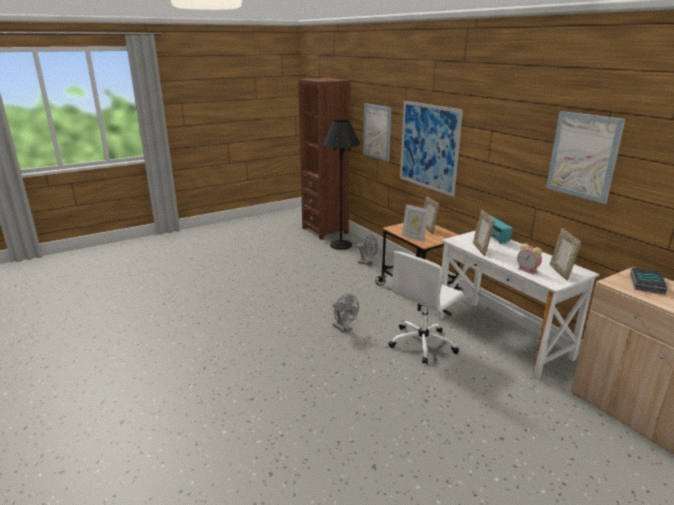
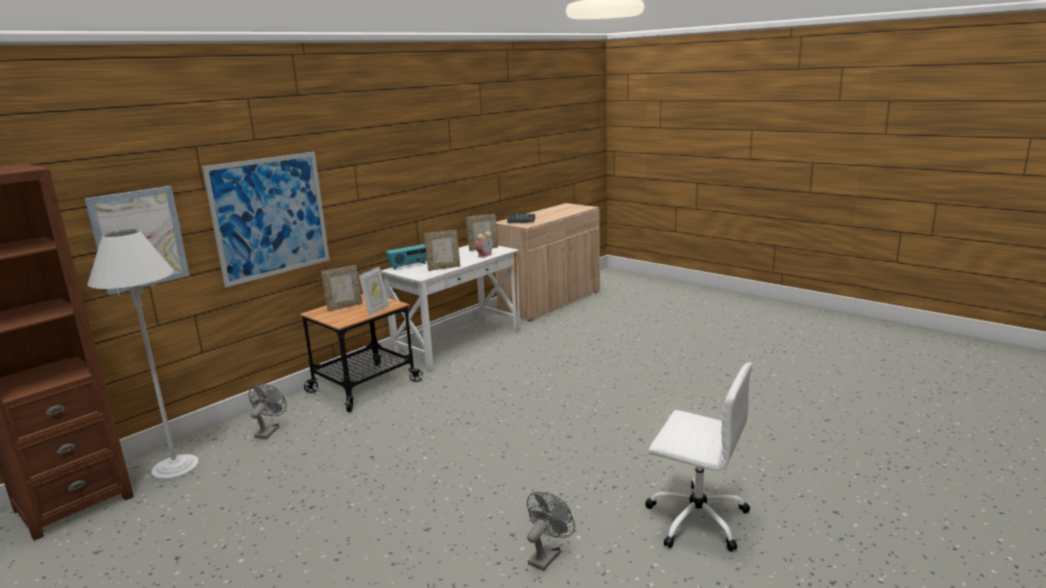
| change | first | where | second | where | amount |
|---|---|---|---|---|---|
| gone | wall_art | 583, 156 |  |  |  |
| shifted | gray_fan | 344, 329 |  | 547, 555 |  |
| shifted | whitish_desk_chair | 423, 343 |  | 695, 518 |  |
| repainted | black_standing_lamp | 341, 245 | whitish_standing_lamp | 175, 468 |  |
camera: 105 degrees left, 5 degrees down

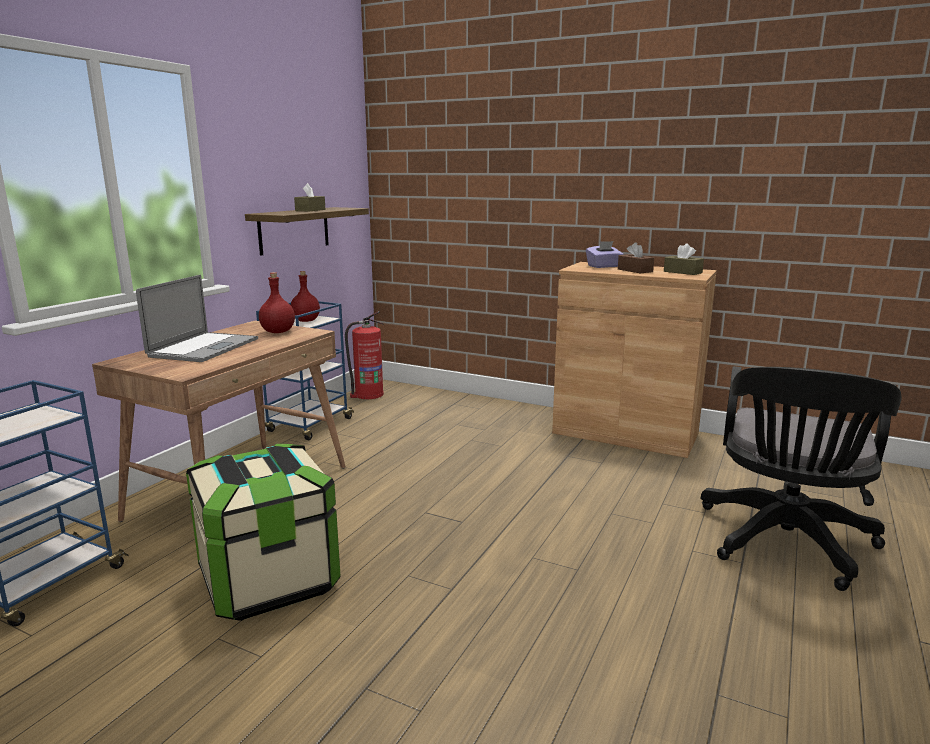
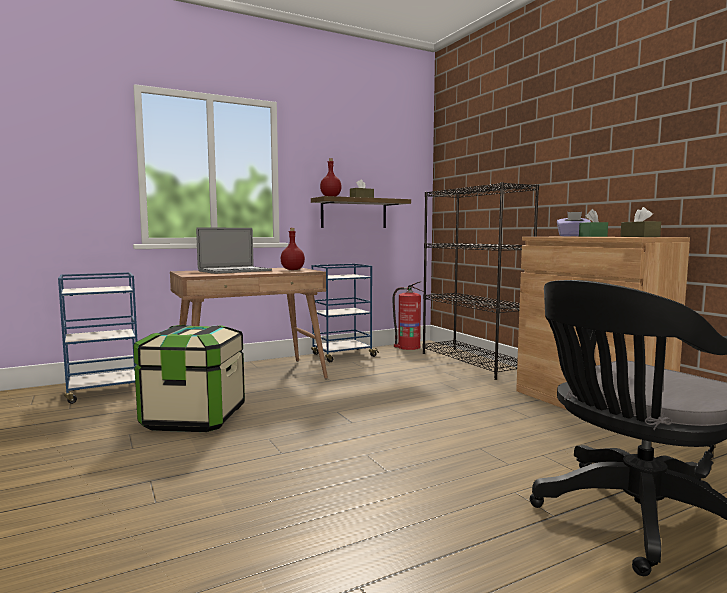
| change | first | where | second | where | amount |
|---|---|---|---|---|---|
| new |  |  | black_bookcase | 473, 363 |  |
| shifted | reddish_beverage_bottle | 306, 320 |  | 331, 196 |  |
| repainted | brown-coloured_tissue_holder | 635, 270 | green_tissue_holder | 592, 236 |  |
camera: 35 degrees right, 10 degrees down

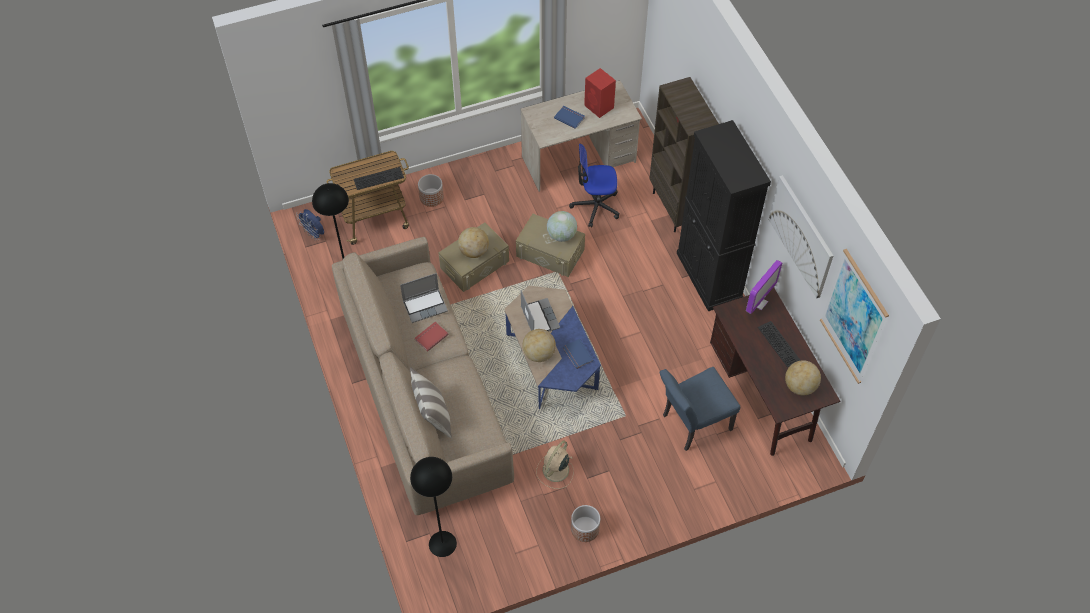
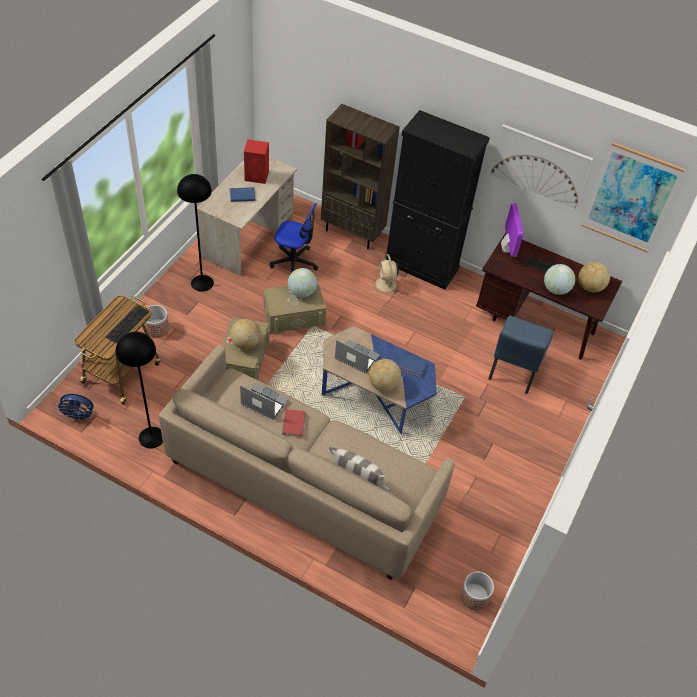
| change | first | where | second | where | amount |
|---|---|---|---|---|---|
| new |  |  | world_globe | 556, 289 |  |
| shifted | black_standing_lamp | 442, 543 |  | 202, 283 |  |
| shifted | sand-coloured_fan | 555, 471 |  | 386, 285 |  |
| shifted | planter | 585, 529 |  | 474, 596 |  |
| rotated | portable_computer | 425, 306 |  | 263, 402 | 90 degrees counterclockwise |
| rotated | desk_chair | 595, 206 |  | 294, 263 | 120 degrees counterclockwise |
camera: 45 degrees left, 5 degrees down

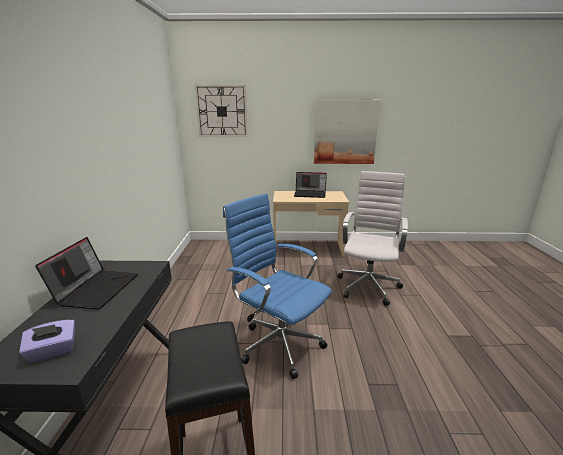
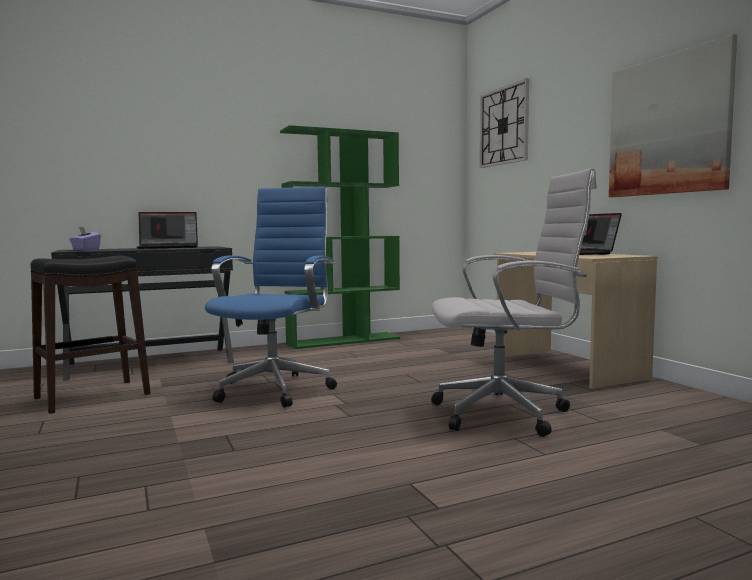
| change | first | where | second | where | amount |
|---|---|---|---|---|---|
| new |  |  | green_bookcase | 344, 340 |  |
camera: 65 degrees right, 15 degrees down

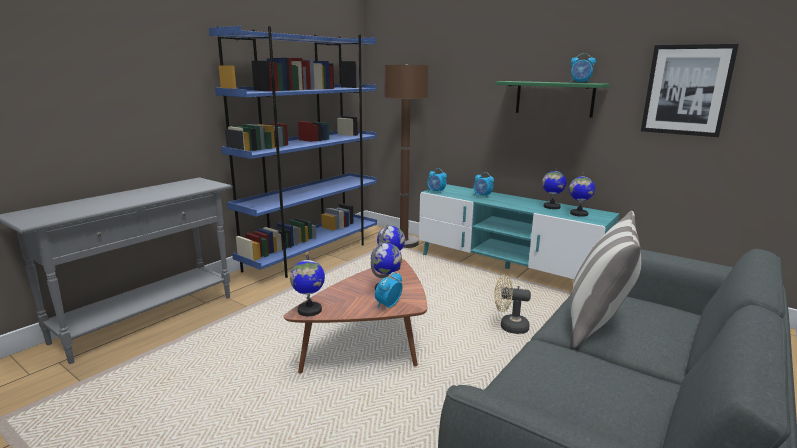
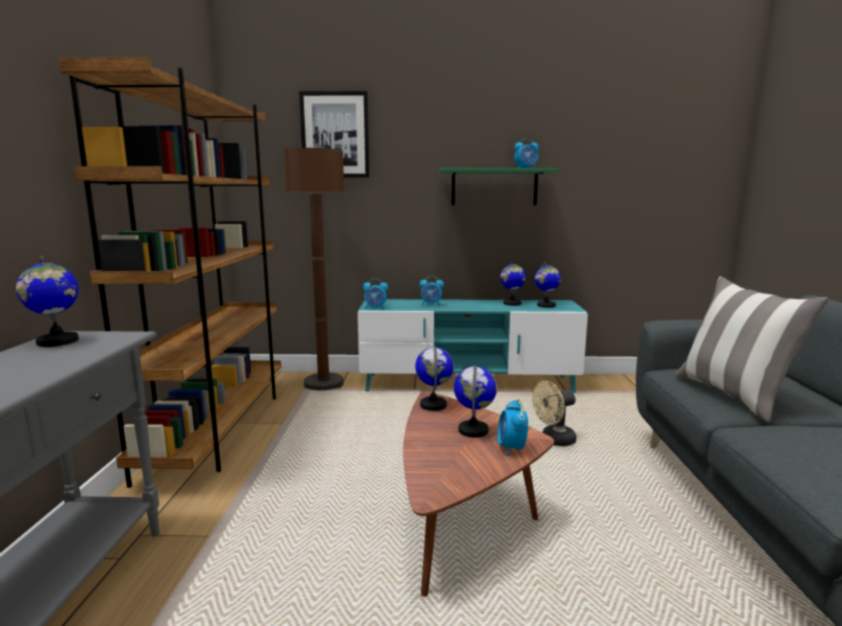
| change | first | where | second | where | amount |
|---|---|---|---|---|---|
| shifted | world_globe | 309, 310 |  | 57, 341 |  |
| shifted | wall_art | 686, 90 |  | 335, 135 |  |
| repainted | bluish_bookcase | 313, 254 | brown-coloured_bookcase | 219, 428 |  |
camera: 35 degrees left, 5 degrees down

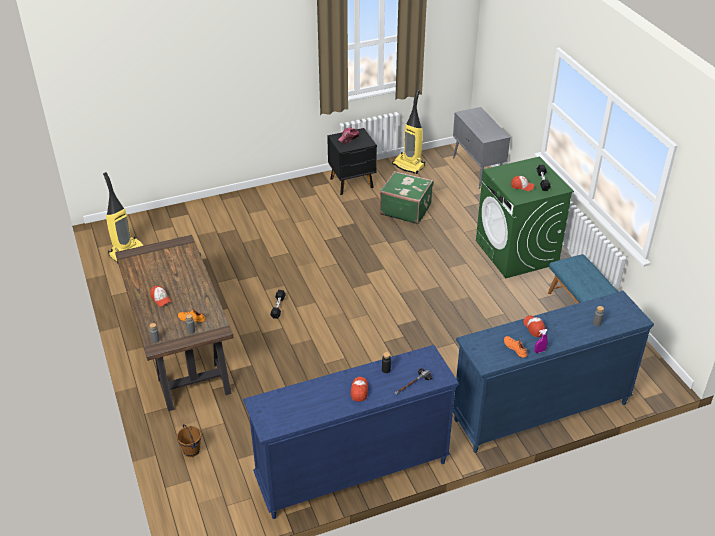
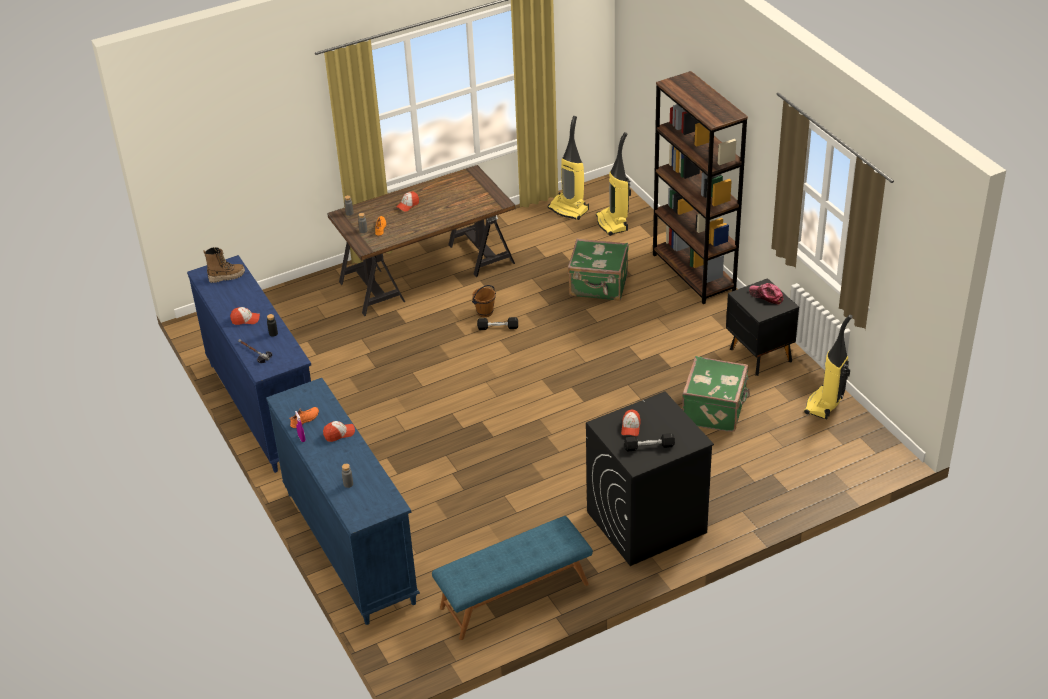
| change | first | where | second | where | amount |
|---|---|---|---|---|---|
| gone | gray_cupboard | 477, 171 |  |  |  |
| new |  |  | high-top_boot | 227, 276 |  |
| new |  |  | green_travel_case | 598, 286 |  |
| new |  |  | hoover | 613, 223 |  |
| new |  |  | brown-coloured_bookcase | 693, 273 |  |
| shifted | brown-coloured_bucket | 191, 451 |  | 484, 312 |  |
| repainted | green_washing_machine | 517, 252 | black_washing_machine | 646, 522 |  |
camera: 85 degrees right, 0 degrees up

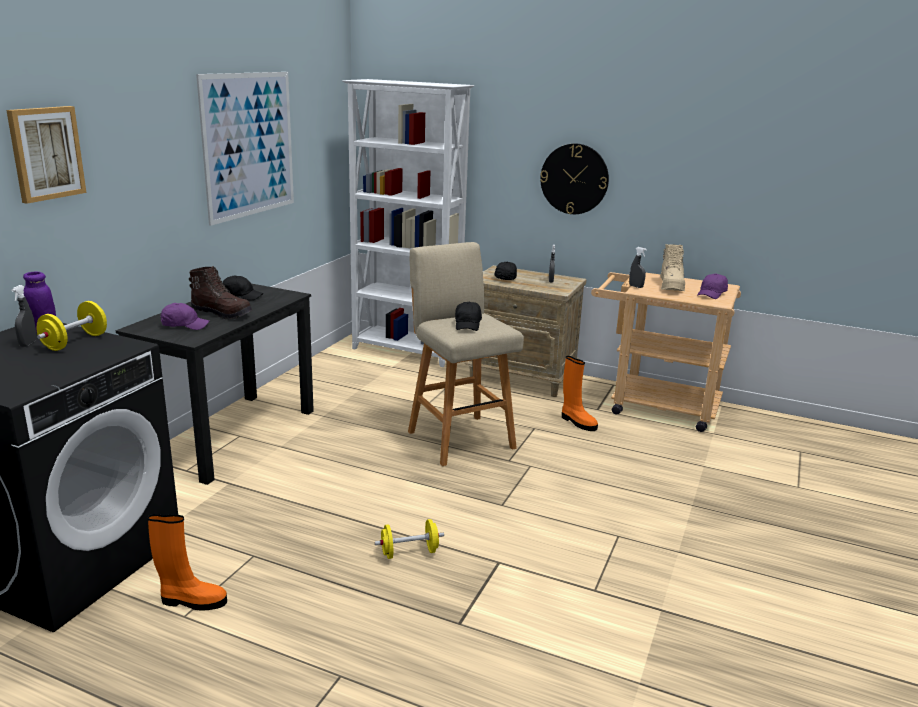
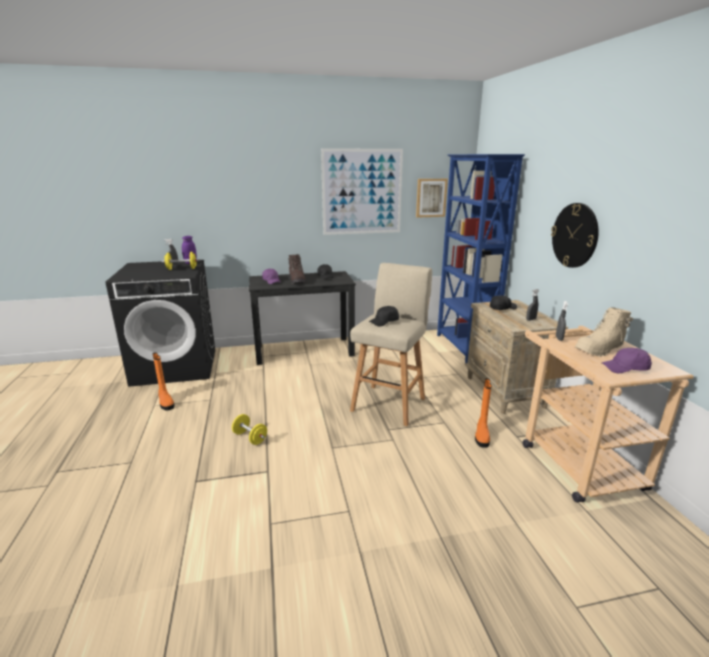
| change | first | where | second | where | amount |
|---|---|---|---|---|---|
| shifted | wall_art | 46, 153 |  | 431, 198 |  |
| repainted | whitish_bookcase | 406, 351 | bluish_bookcase | 463, 348 |  |
camera: 55 degrees right, 0 degrees up

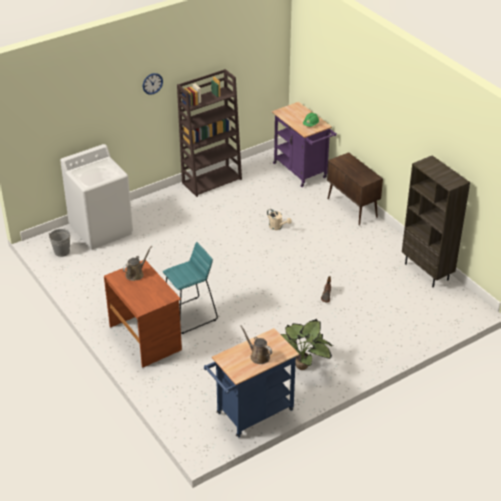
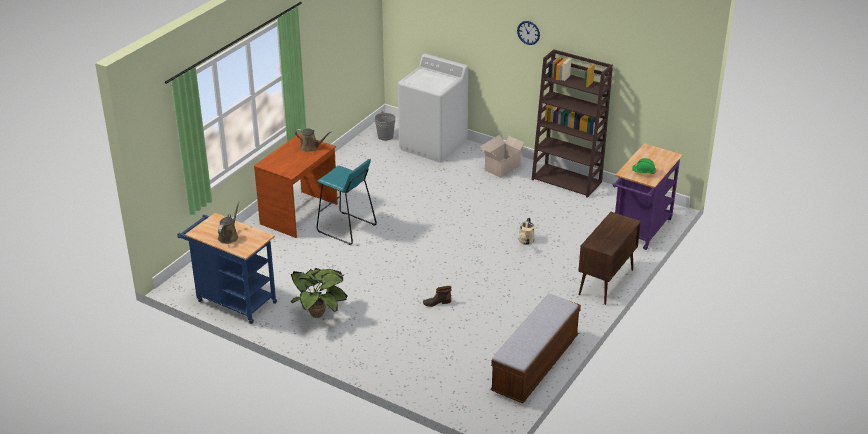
| change | first | where | second | where | amount |
|---|---|---|---|---|---|
| new |  |  | cardboard_box | 503, 167 |  |
| swapped | brown-coloured_bookcase | 427, 272 | long_seat | 535, 365 |  |
camera: 65 degrees right, 5 degrees down

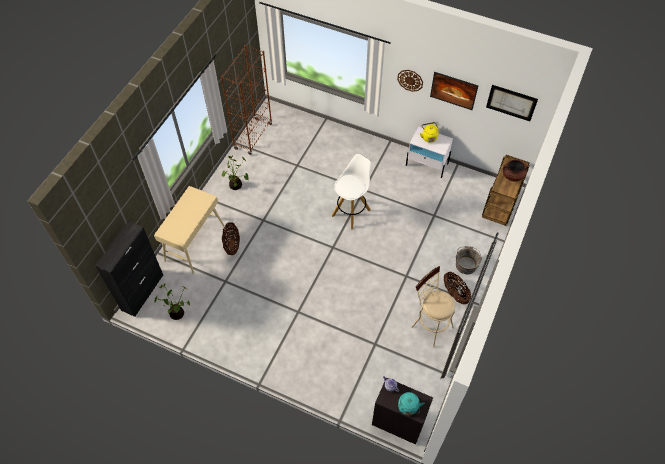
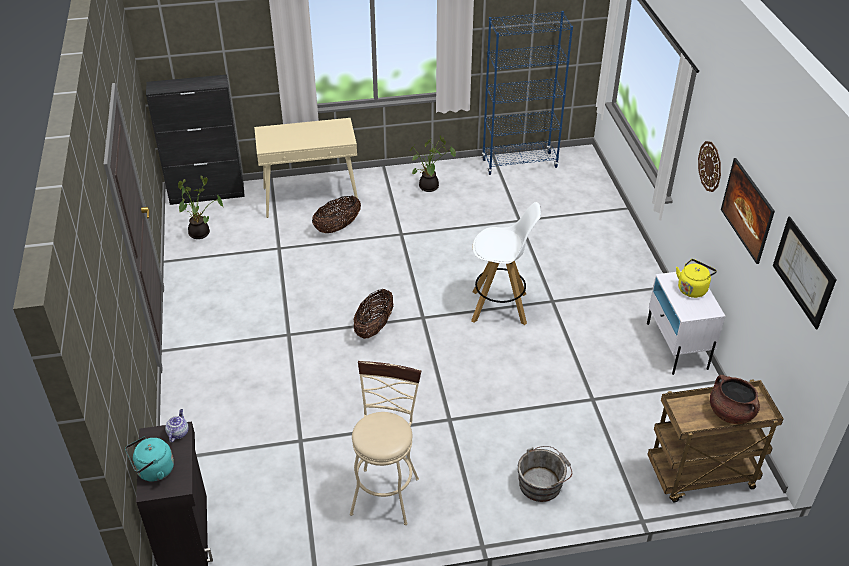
| change | first | where | second | where | amount |
|---|---|---|---|---|---|
| shifted | basket | 455, 293 |  | 374, 327 |  |
| repainted | brown-coloured_bookcase | 253, 136 | bluish_bookcase | 519, 163 |  |
camera: 55 degrees right, 15 degrees down

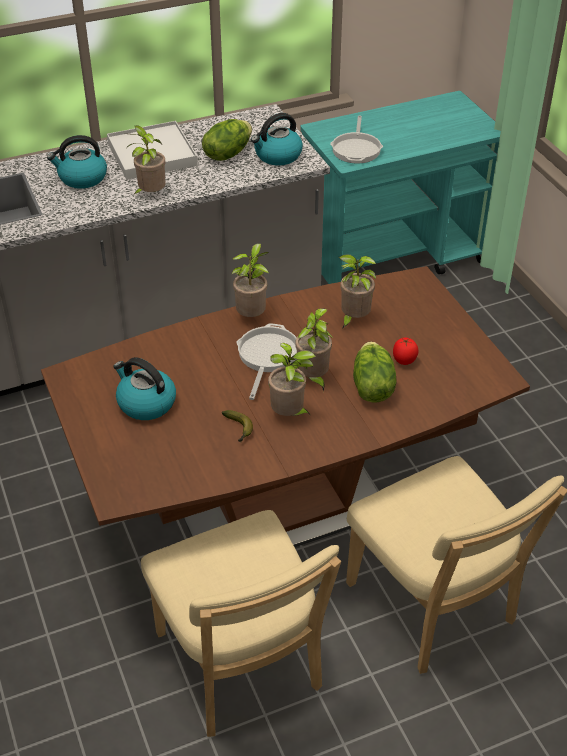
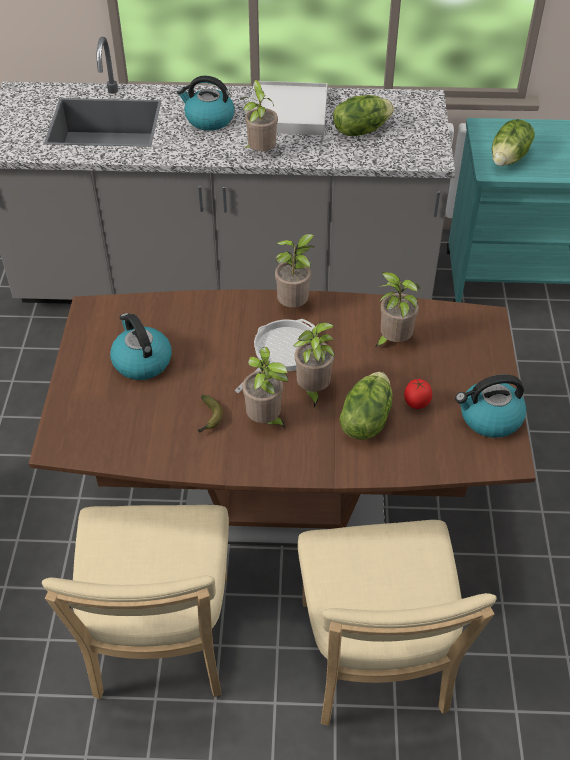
| change | first | where | second | where | amount |
|---|---|---|---|---|---|
| shifted | tea_kettle | 277, 156 |  | 489, 418 |  |
| swapped | skillet | 356, 149 | lettuce_head | 509, 158 |  |
camera: 25 degrees right, 5 degrees up

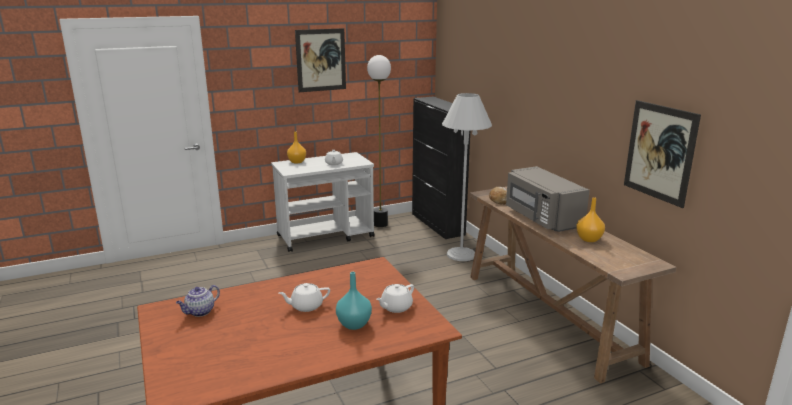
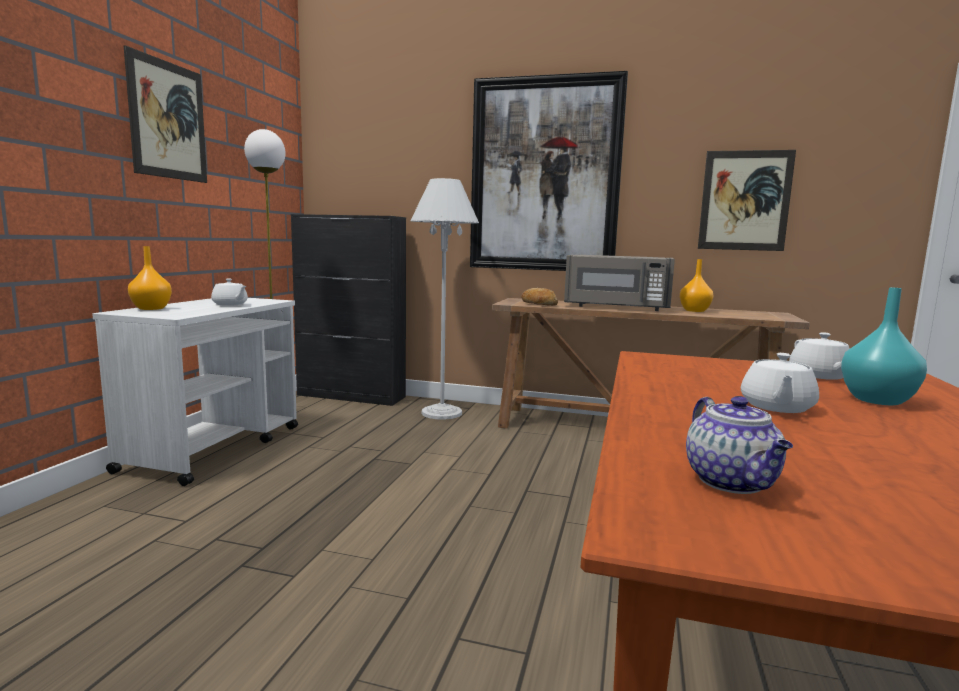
| change | first | where | second | where | amount |
|---|---|---|---|---|---|
| new |  |  | wall_art | 544, 176 |  |
camera: 50 degrees left, 10 degrees down

